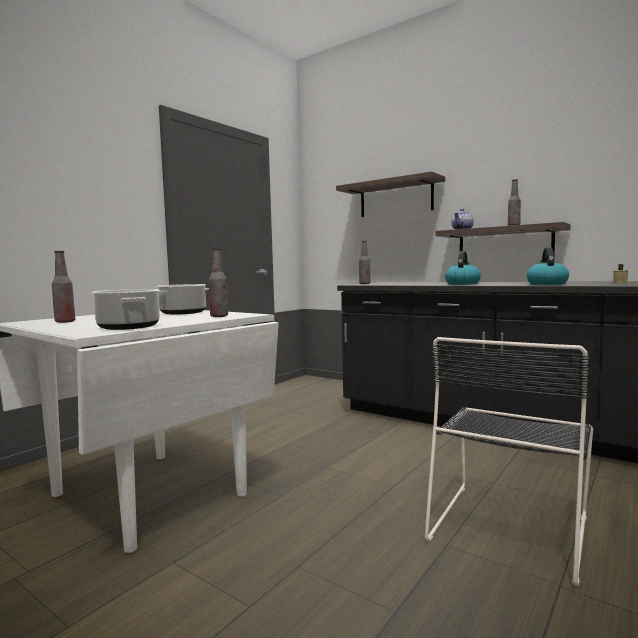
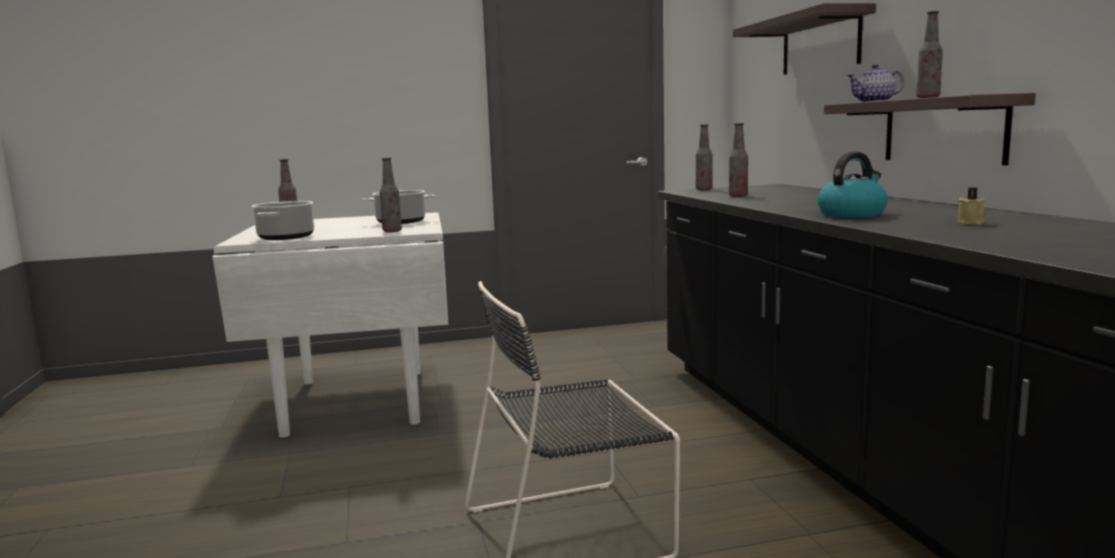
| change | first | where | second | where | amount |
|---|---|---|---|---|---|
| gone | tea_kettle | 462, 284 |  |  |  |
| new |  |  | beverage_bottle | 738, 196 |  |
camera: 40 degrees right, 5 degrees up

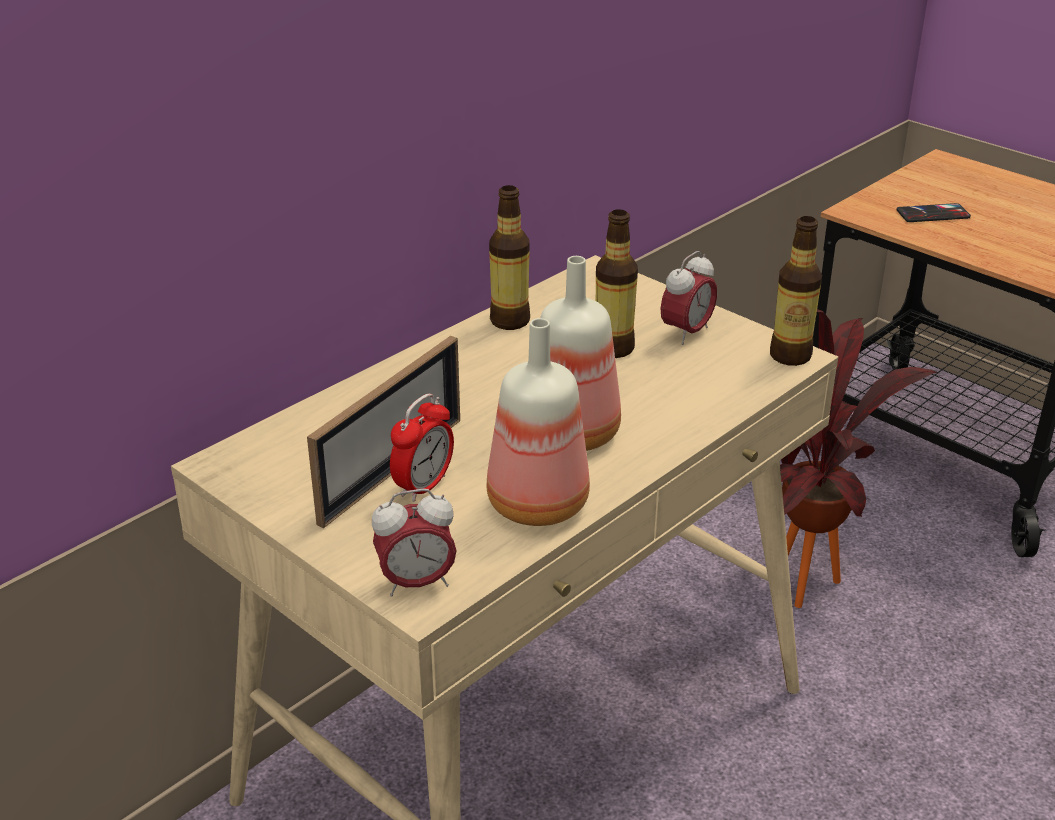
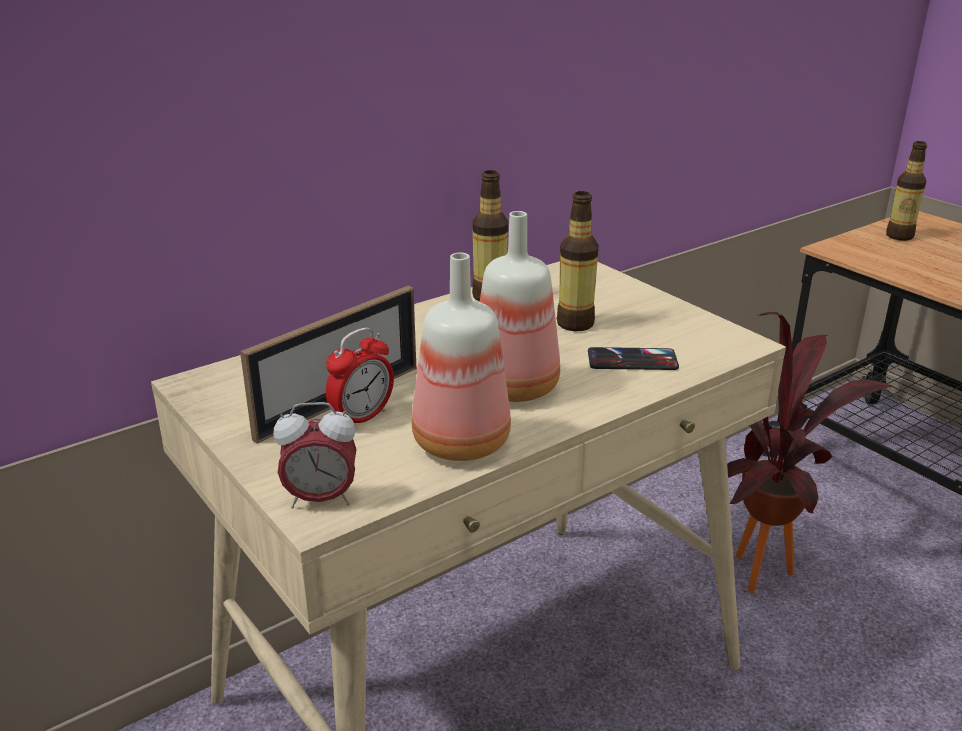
| change | first | where | second | where | amount |
|---|---|---|---|---|---|
| gone | bedside_clock | 686, 333 |  |  |  |
| shifted | beverage_bottle | 790, 356 |  | 899, 236 |  |
| shifted | phone | 933, 214 |  | 632, 360 |  |
camera: 10 degrees right, 5 degrees down

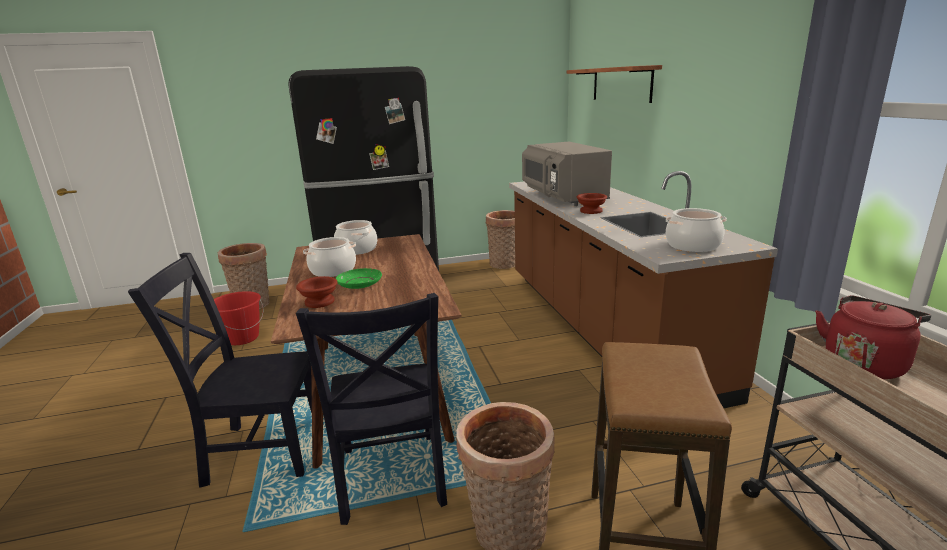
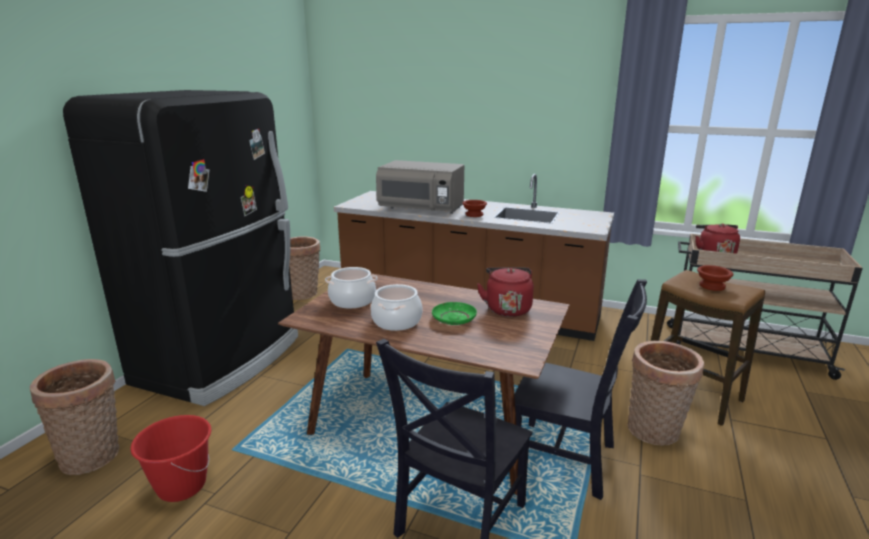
| change | first | where | second | where | amount |
|---|---|---|---|---|---|
| gone | shelf | 621, 84 |  |  |  |
| gone | cooking_pot | 693, 245 |  |  |  |
| new |  |  | reddish_tea_kettle | 507, 308 |  |
| shifted | brown-coloured_deep_dish | 320, 301 |  | 711, 286 |  |
camera: 55 degrees left, 0 degrees up

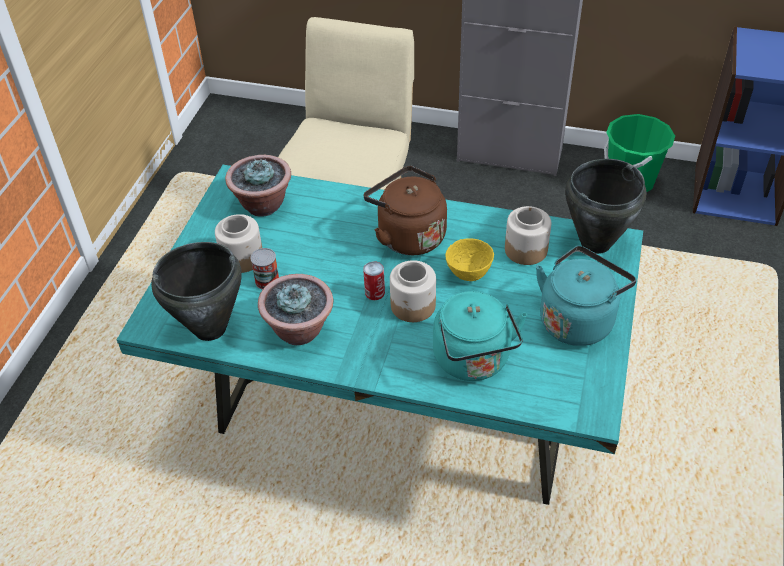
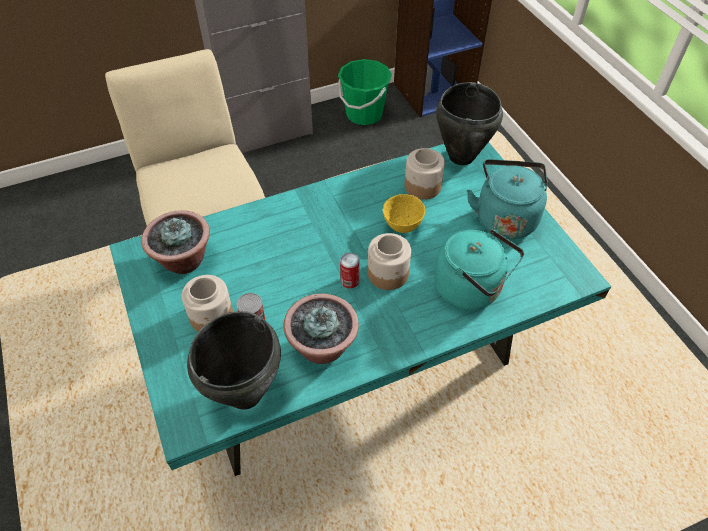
| change | first | where | second | where | amount |
|---|---|---|---|---|---|
| gone | brown-coloured_tea_kettle | 408, 235 |  |  |  |
camera: 40 degrees left, 5 degrees up

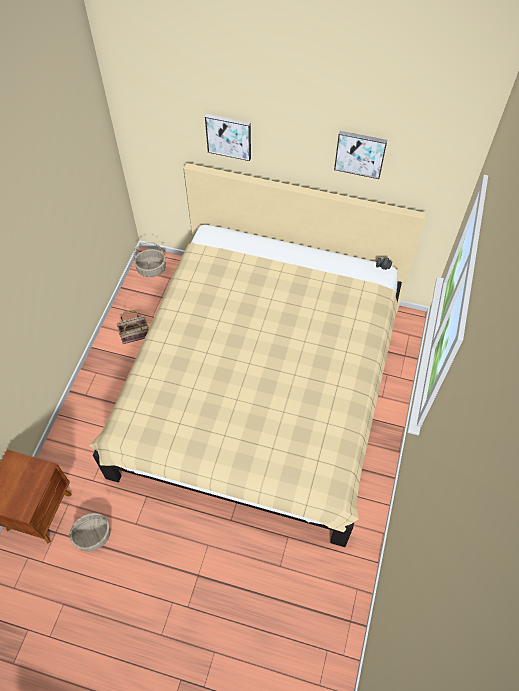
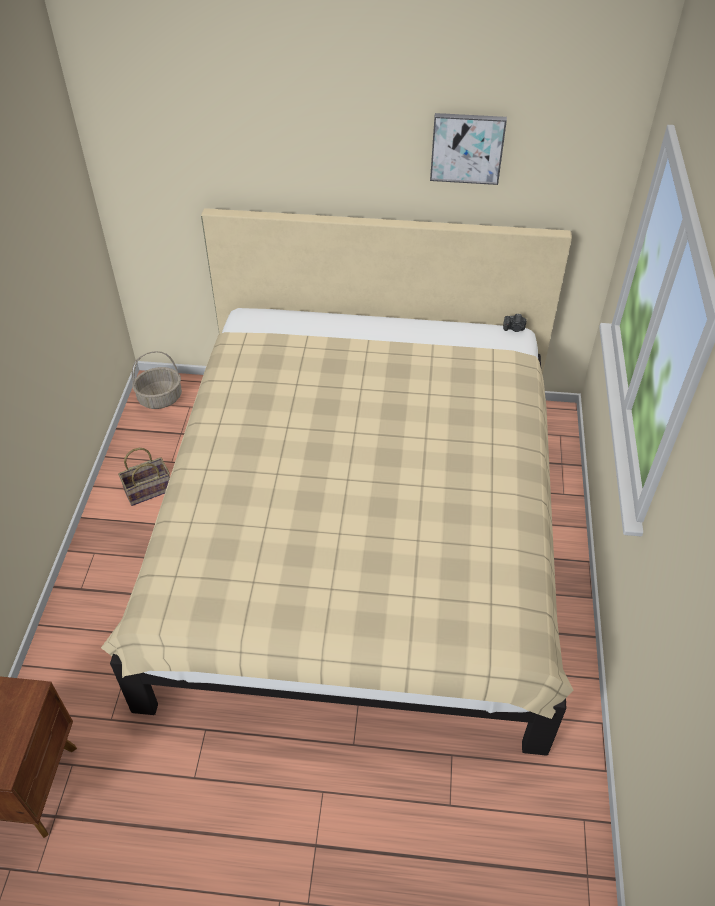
| change | first | where | second | where | amount |
|---|---|---|---|---|---|
| gone | basket | 93, 535 |  |  |  |
| gone | wall_art | 229, 136 |  |  |  |
camera: 10 degrees left, 10 degrees down

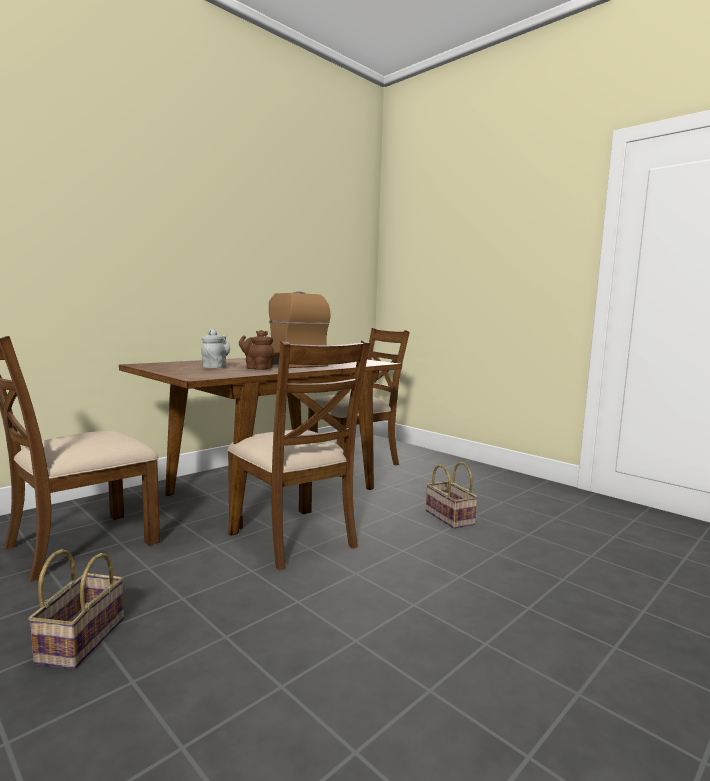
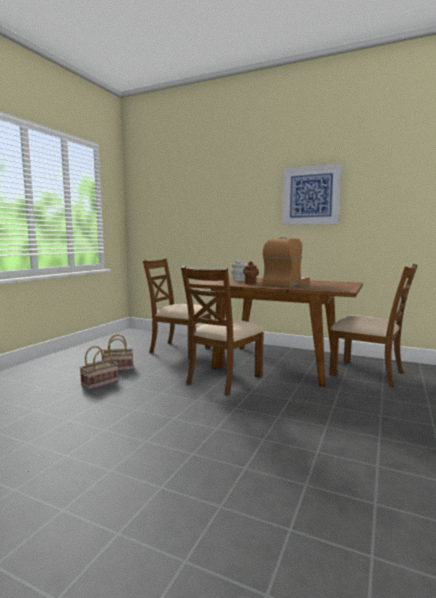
| change | first | where | second | where | amount |
|---|---|---|---|---|---|
| new |  |  | wall_art | 311, 196 |  |
| shifted | basket | 447, 517 |  | 100, 383 |  |
camera: 70 degrees right, 0 degrees up

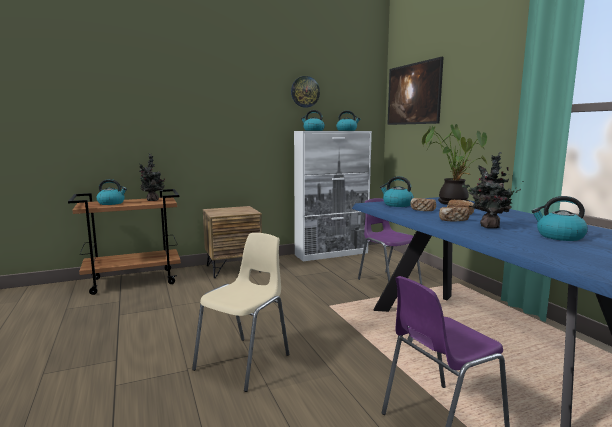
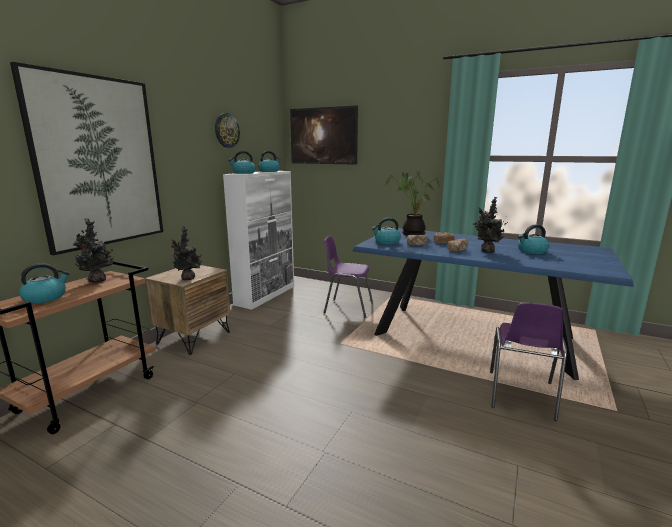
| change | first | where | second | where | amount |
|---|---|---|---|---|---|
| gone | sand-coloured_plain_chair | 245, 361 |  |  |  |
| new |  |  | wall_art | 99, 162 |  |
| new |  |  | plant_in_a_pot | 188, 279 |  |
camera: 40 degrees left, 5 degrees up

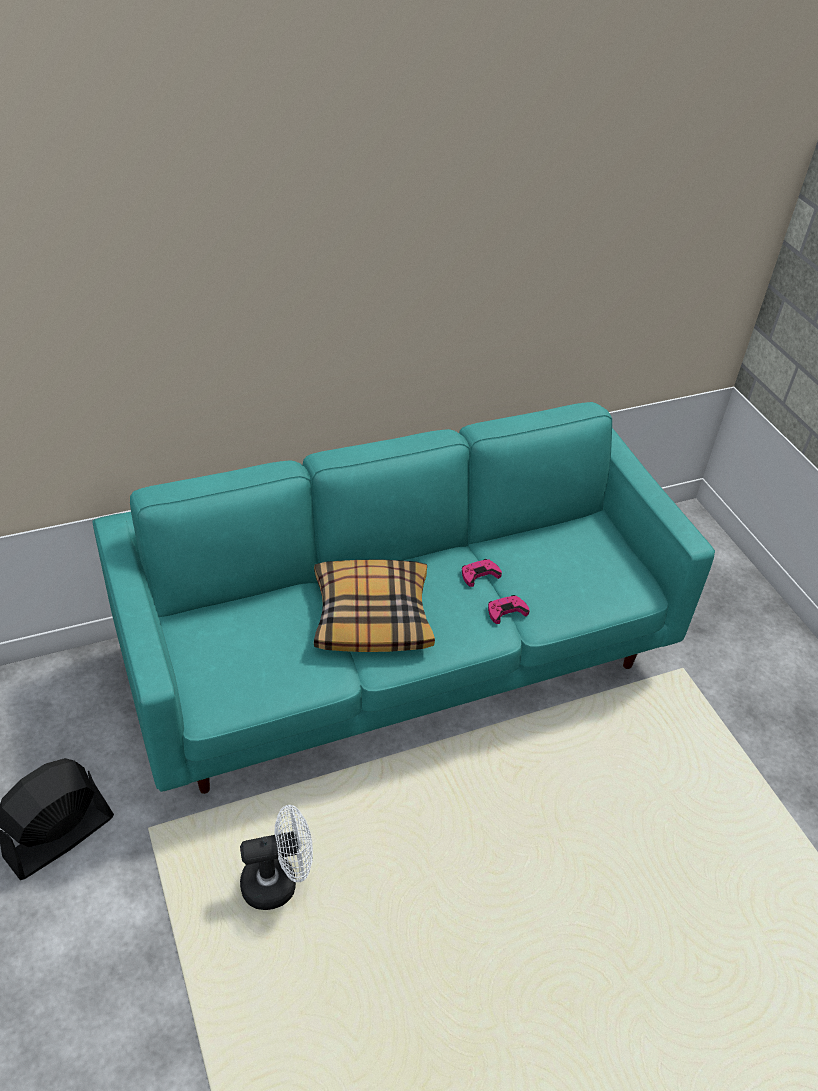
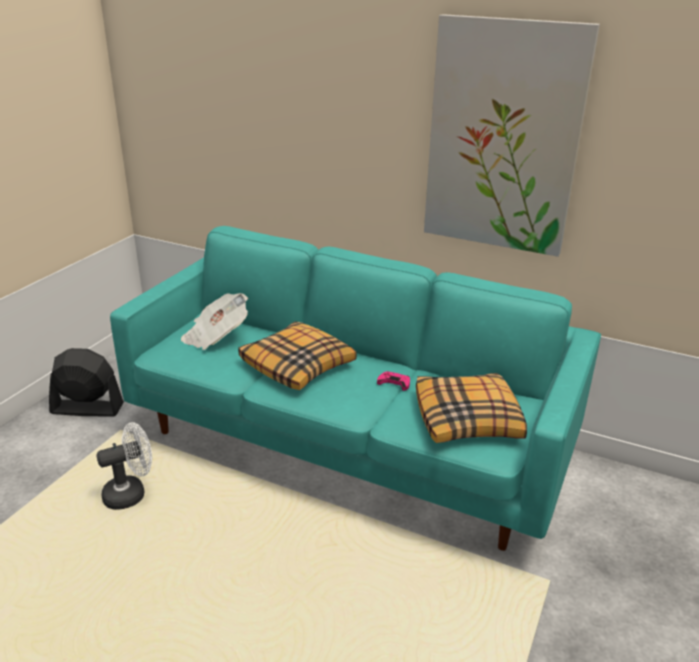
| change | first | where | second | where | amount |
|---|---|---|---|---|---|
| gone | pink_gamepad | 506, 611 |  |  |  |
| new |  |  | printed_paper | 216, 337 |  |
| new |  |  | cushion | 468, 419 |  |
| new |  |  | wall_art | 503, 138 |  |
| rotated | whitish_fan | 278, 882 |  | 131, 493 | 60 degrees counterclockwise |
camera: 50 degrees right, 15 degrees down

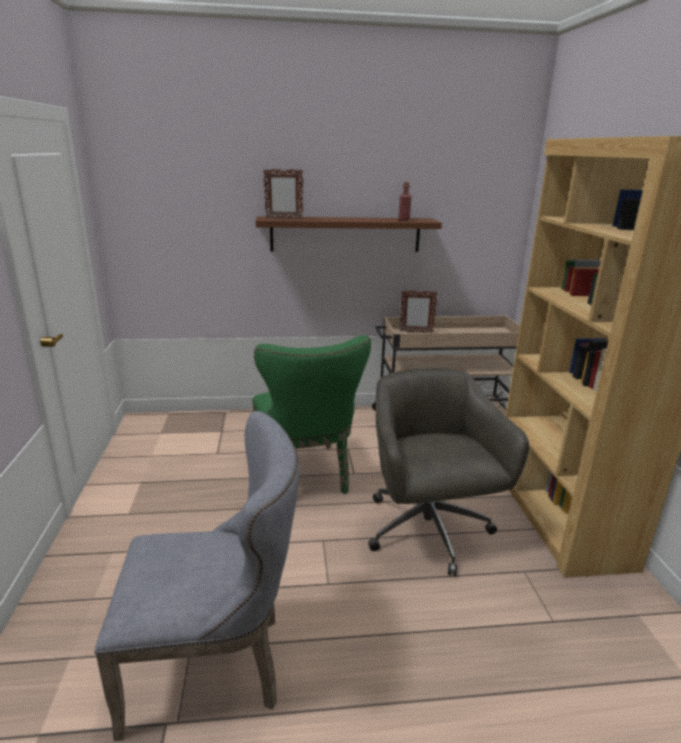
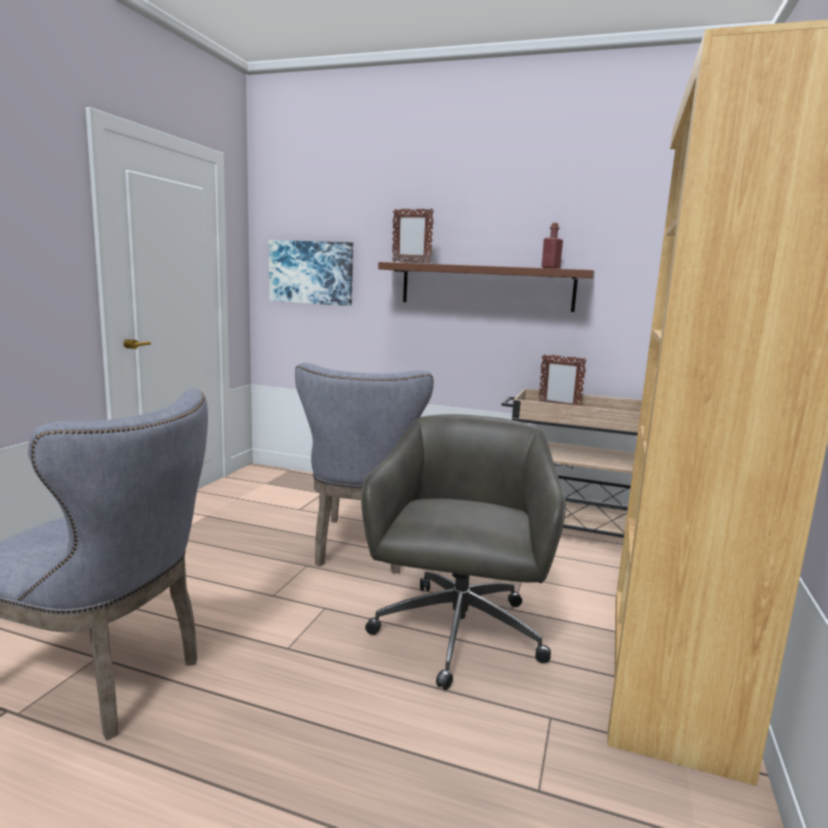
| change | first | where | second | where | amount |
|---|---|---|---|---|---|
| new |  |  | wall_art | 311, 272 |  |
| repainted | green_plain_chair | 305, 477 | gray_plain_chair | 366, 549 |  |
camera: 25 degrees right, 10 degrees down

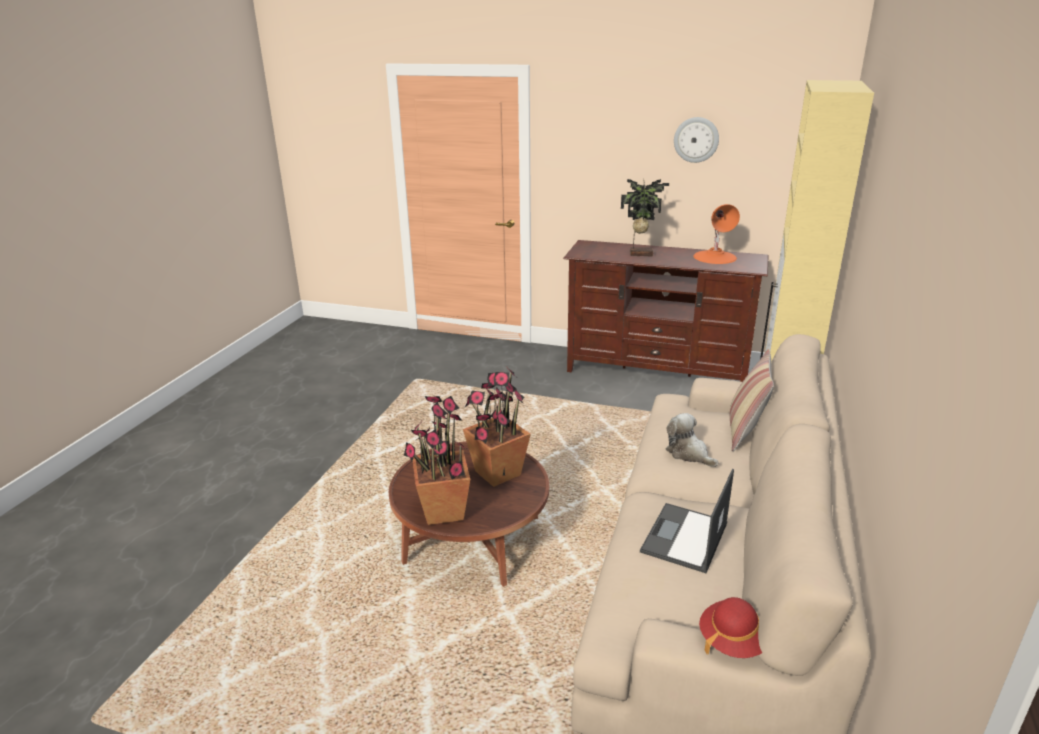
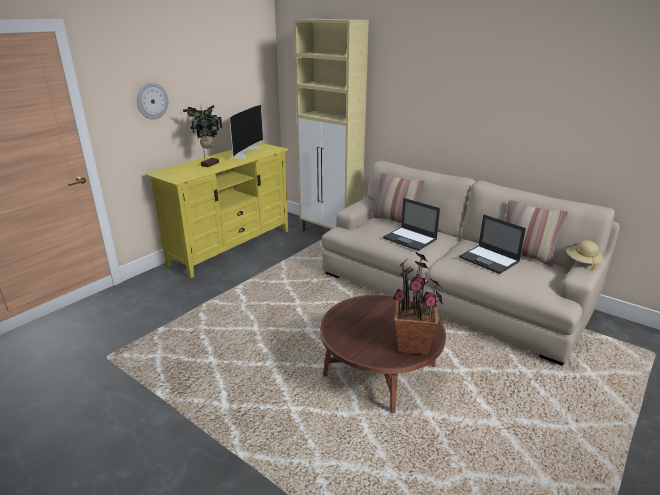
| change | first | where | second | where | amount |
|---|---|---|---|---|---|
| gone | plant_in_a_pot | 497, 473 |  |  |  |
| new |  |  | cushion | 525, 255 |  |
| shifted | wall_clock | 696, 139 |  | 152, 101 |  |
| swapped | cuddly_toy | 688, 454 | portable_computer | 410, 239 |  |
| swapped | orangey_lamp_for_a_table | 715, 257 | TV_set | 245, 151 |  |
| repainted | brown-coloured_tv_stand | 657, 371 | yellowish_tv_stand | 231, 247 |  |
| repainted | reddish_clothing_hat | 734, 640 | sand-coloured_clothing_hat | 582, 262 |  |
camera: 70 degrees left, 0 degrees up

